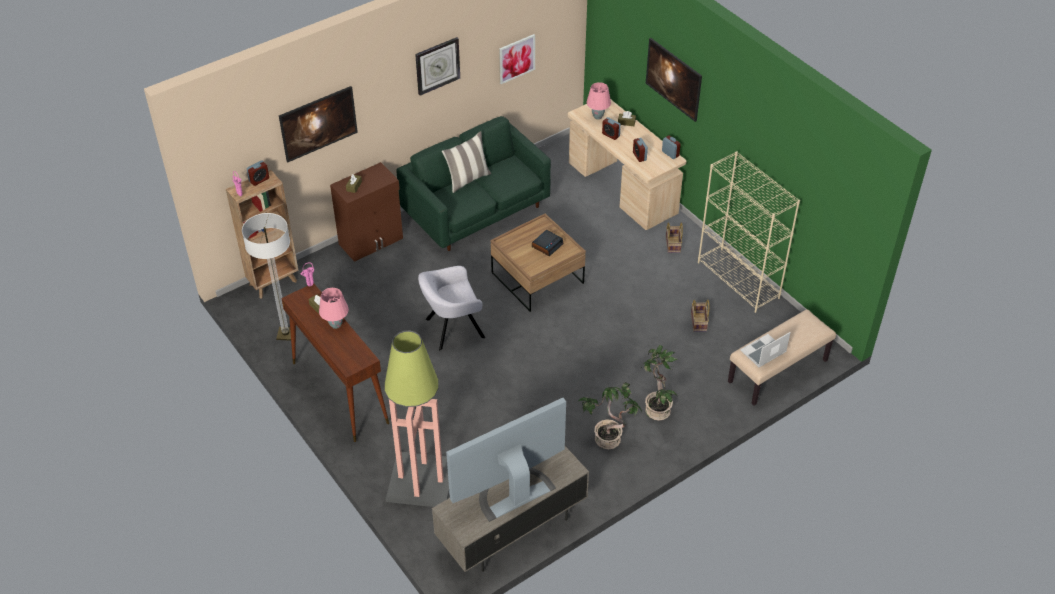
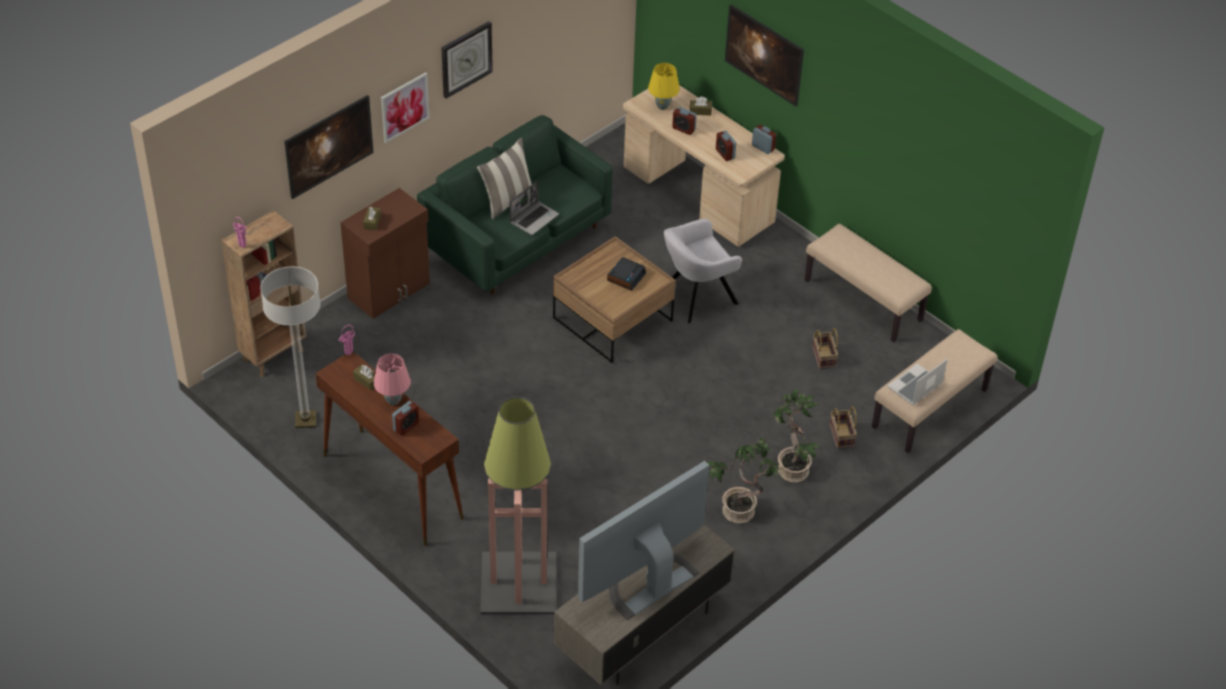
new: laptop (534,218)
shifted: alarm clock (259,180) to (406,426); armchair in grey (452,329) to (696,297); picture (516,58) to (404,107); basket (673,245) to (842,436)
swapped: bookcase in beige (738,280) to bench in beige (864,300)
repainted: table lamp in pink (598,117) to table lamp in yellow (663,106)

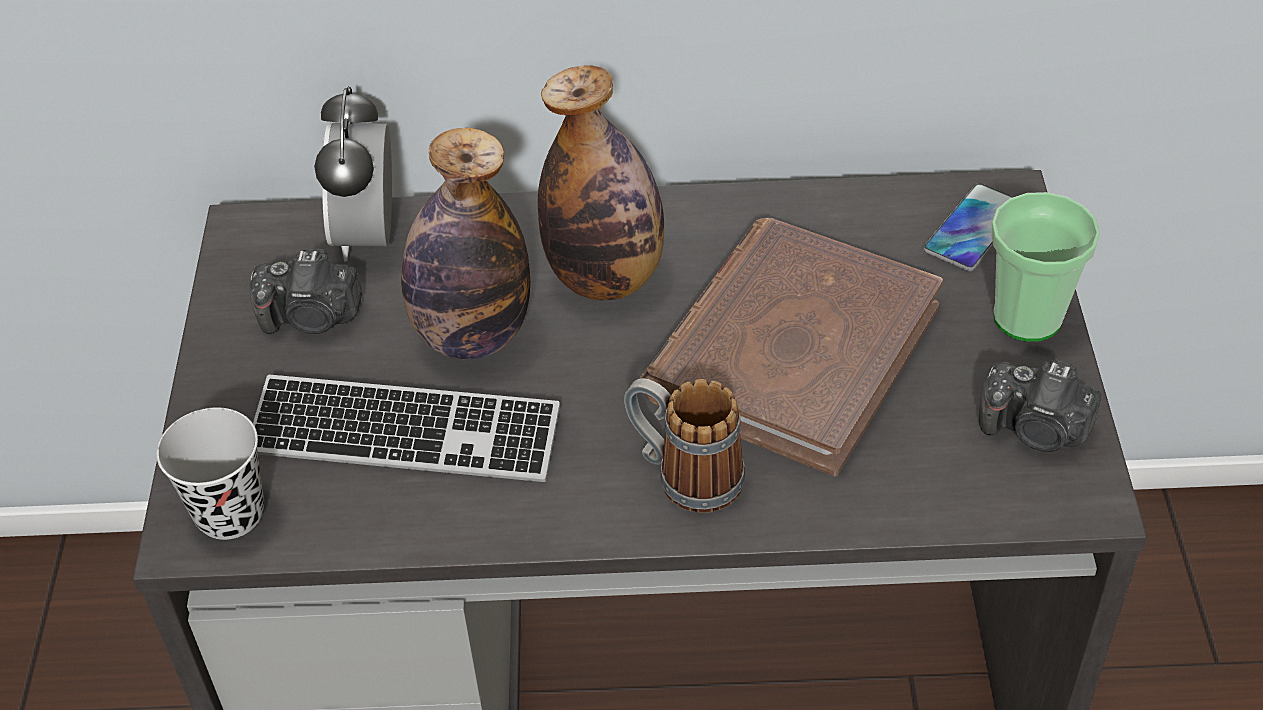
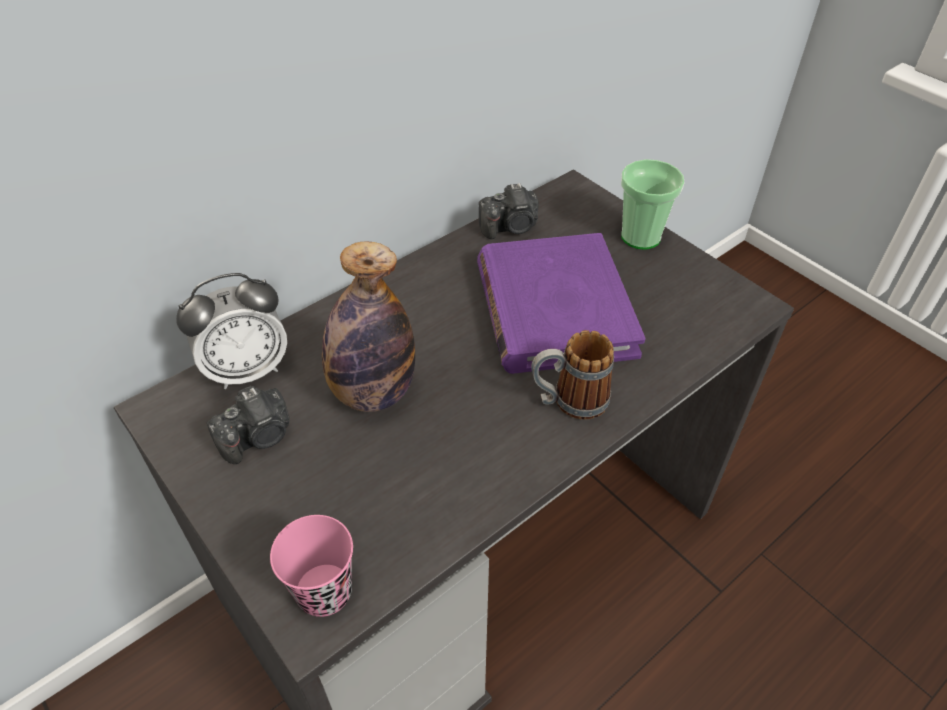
gone: keyboard (404,434); bottle (606,277); phone (973,229)
shifted: photo camera (1035,429) to (511,227)
repainted: cup in black (230,513) to cup in pink (324,592); book in brown (792,351) to book in purple (554,308)
rotated: alarm clock (368,235) = (247,370) 75 degrees counterclockwise

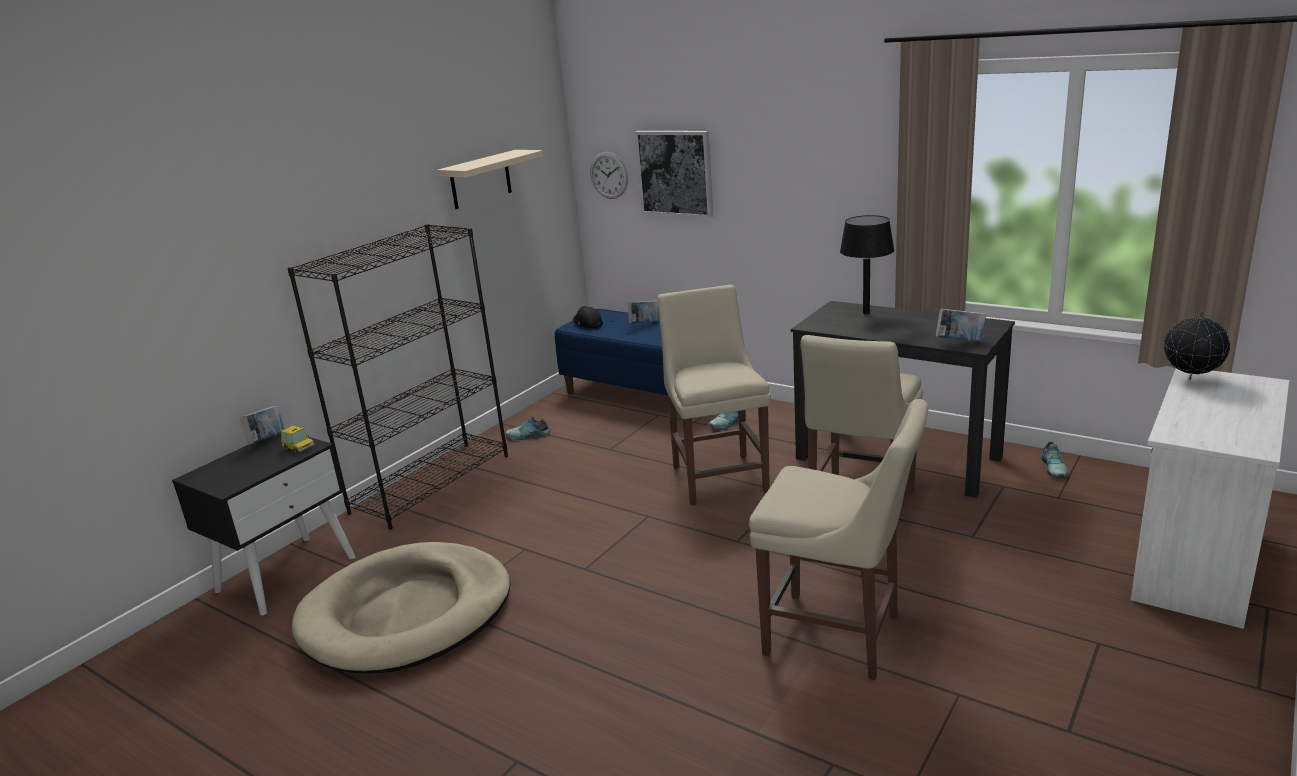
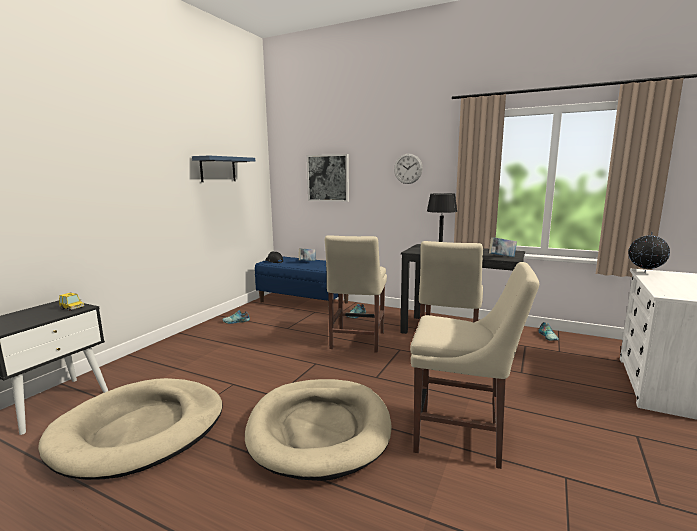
gone: book (267,440); bookcase in black (432,483)
new: dog bed in beige (319,429)
shifted: wall clock (609,175) to (408,168)
repainted: shelf in beige (480,180) to shelf in blue (218,169)
rotated: chair in beige (718,476) = (356,341) 150 degrees counterclockwise

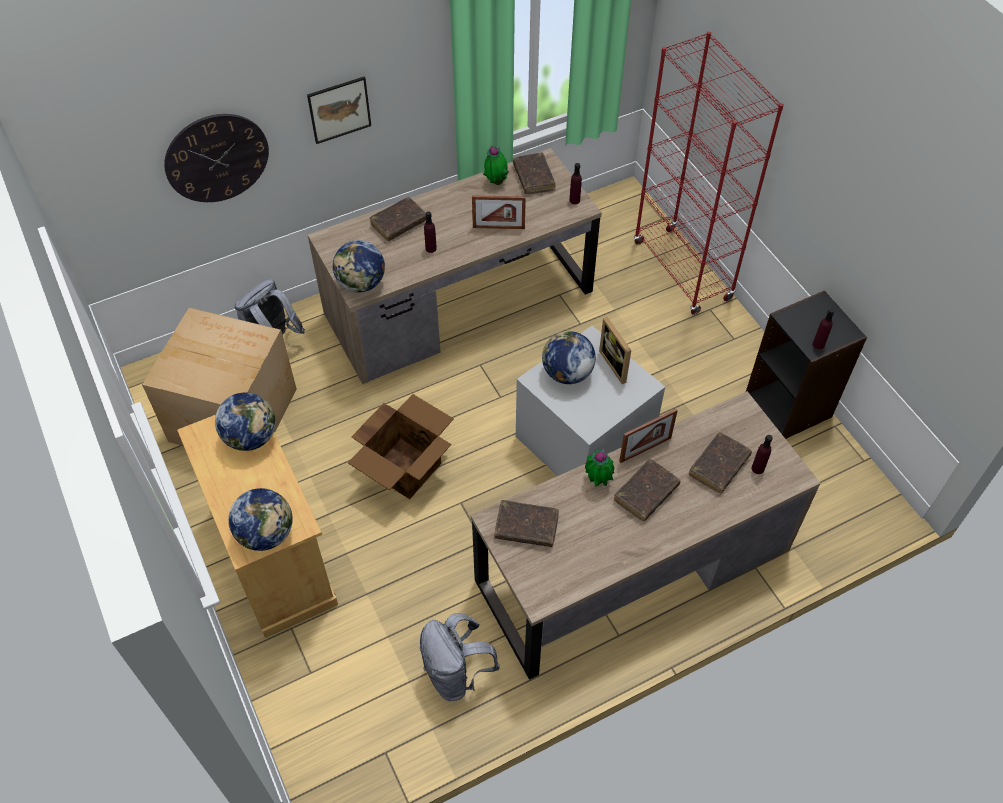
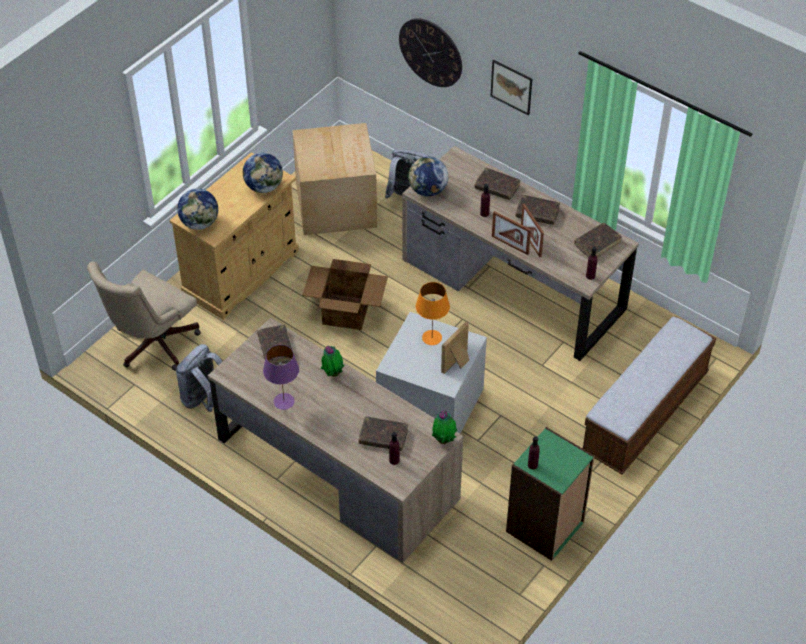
new: office chair in beige (151,345); table lamp in purple (284,401)
shifted: potted plant (496,182) to (444,440); book in brown (646,494) to (537,213); picture frame (645,449) to (510,245)
swapped: globe (567,373) to table lamp in orange (431,337); bookcase in red (682,271) to bench (644,413)
repainted: bookcase in black (789,405) to bookcase in green (545,527)

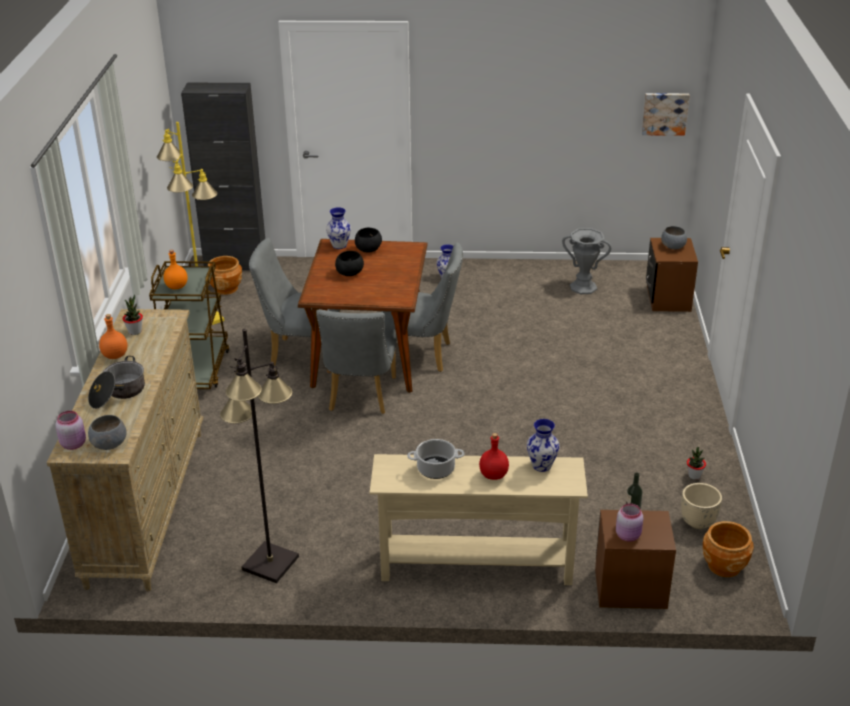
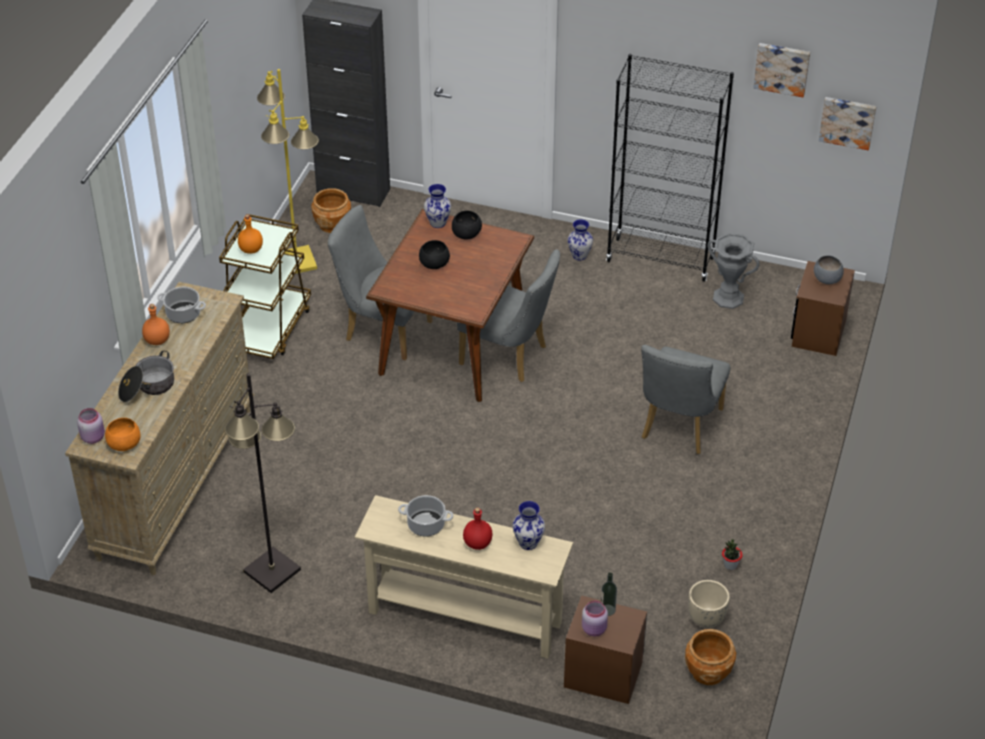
new: bookcase in black (661,259); picture (782,68)
shifted: chair in grey (360,397) to (678,428)
swapped: potted plant (135,331) to cooking pot (184,314)
repainted: bowl in grey (109,444) to bowl in orange (124,444)

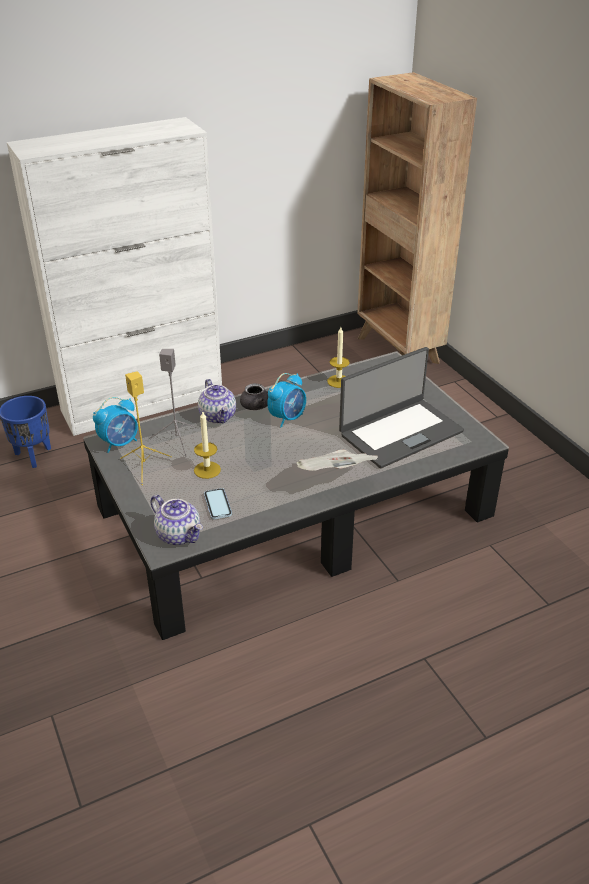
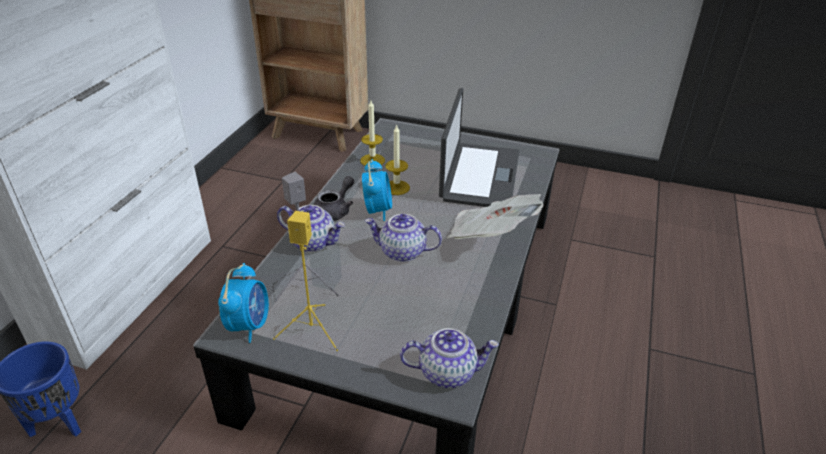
gone: phone (217,505)
new: teapot (402,252)
shifted: candle (207,470) to (396,187)

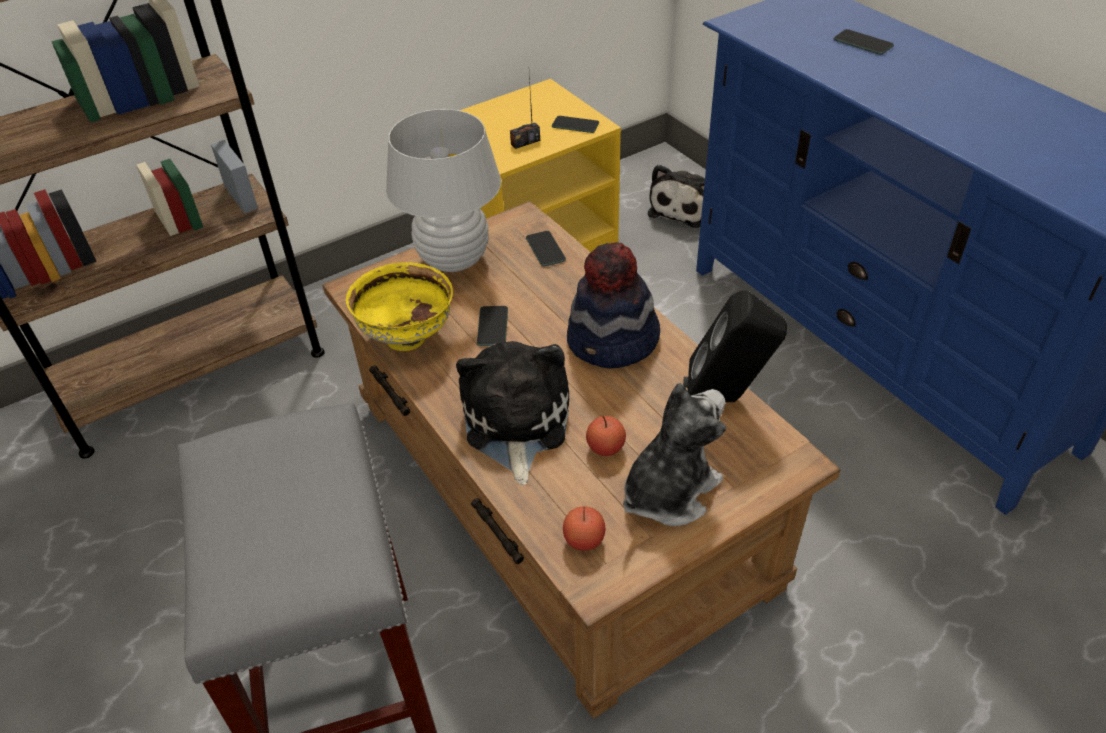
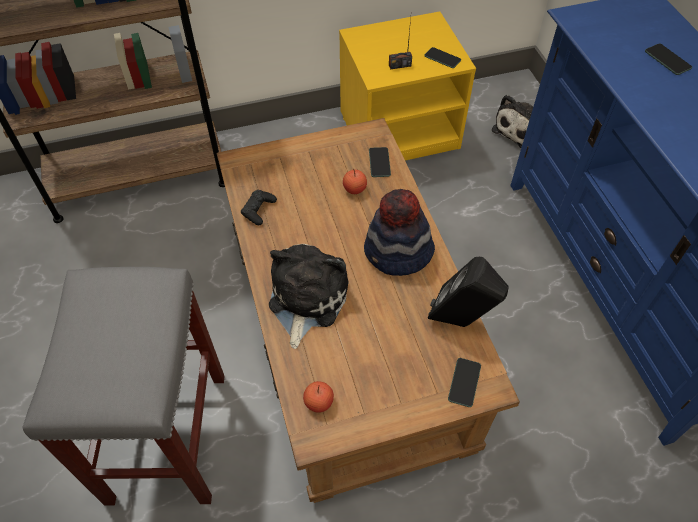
gone: table lamp in white (453,260); plush toy (669,491)
shifted: phone (492,326) to (464,382); apple (605,447) to (354,189)
swapped: bowl in yellow (407,336) to game controller in black (258,210)

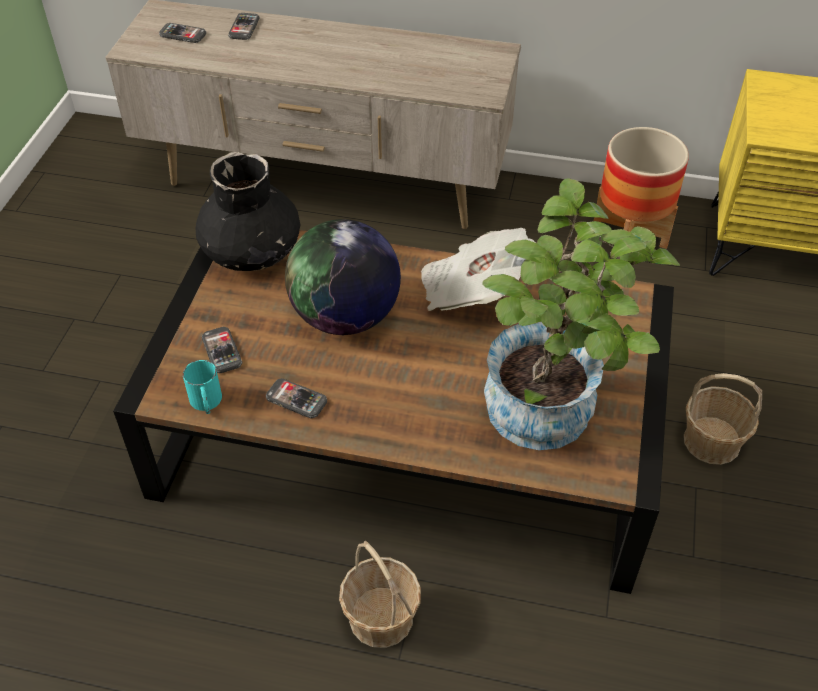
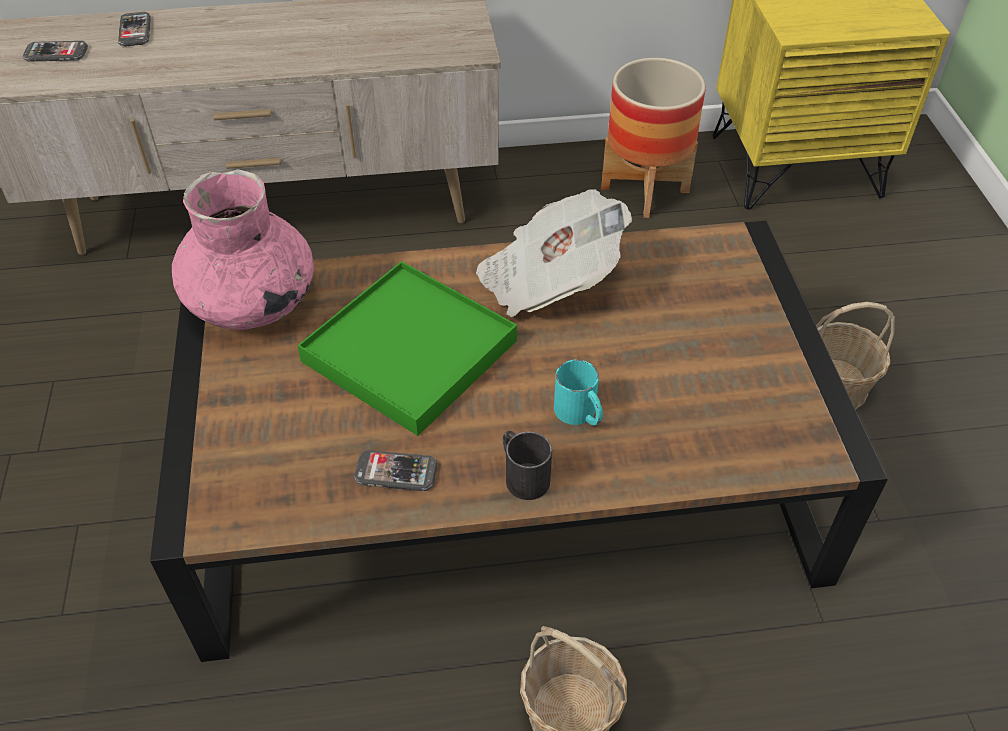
gone: phone (222,351); potted plant (552,417)
new: mug in black (522,474)
shifted: mug in turquoise (206,403) to (580,414)
swapped: globe (345,317) to tray in green (410,352)
repainted: vase in black (251,251) to vase in pink (251,301)

